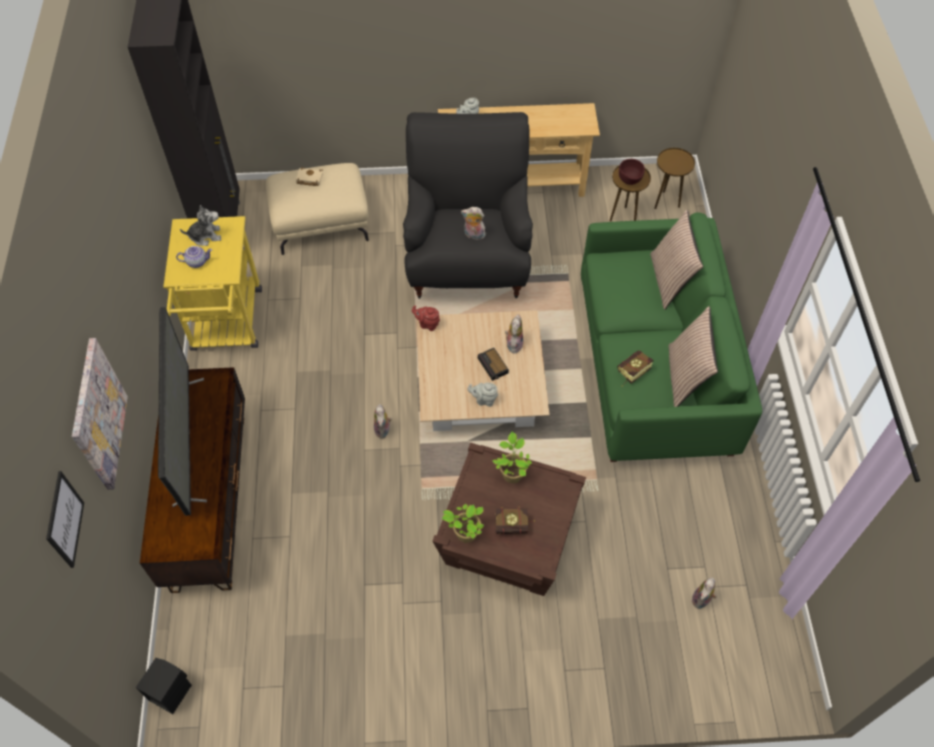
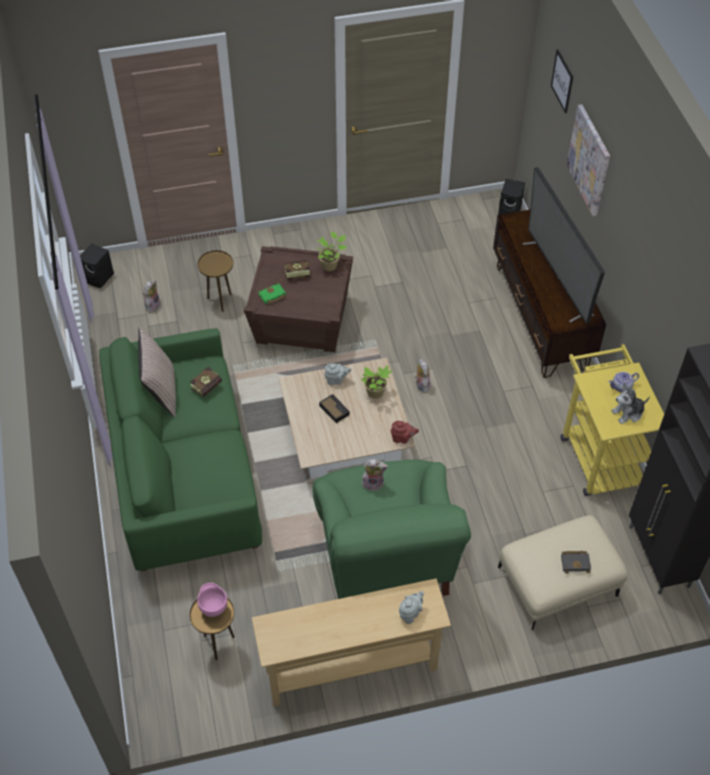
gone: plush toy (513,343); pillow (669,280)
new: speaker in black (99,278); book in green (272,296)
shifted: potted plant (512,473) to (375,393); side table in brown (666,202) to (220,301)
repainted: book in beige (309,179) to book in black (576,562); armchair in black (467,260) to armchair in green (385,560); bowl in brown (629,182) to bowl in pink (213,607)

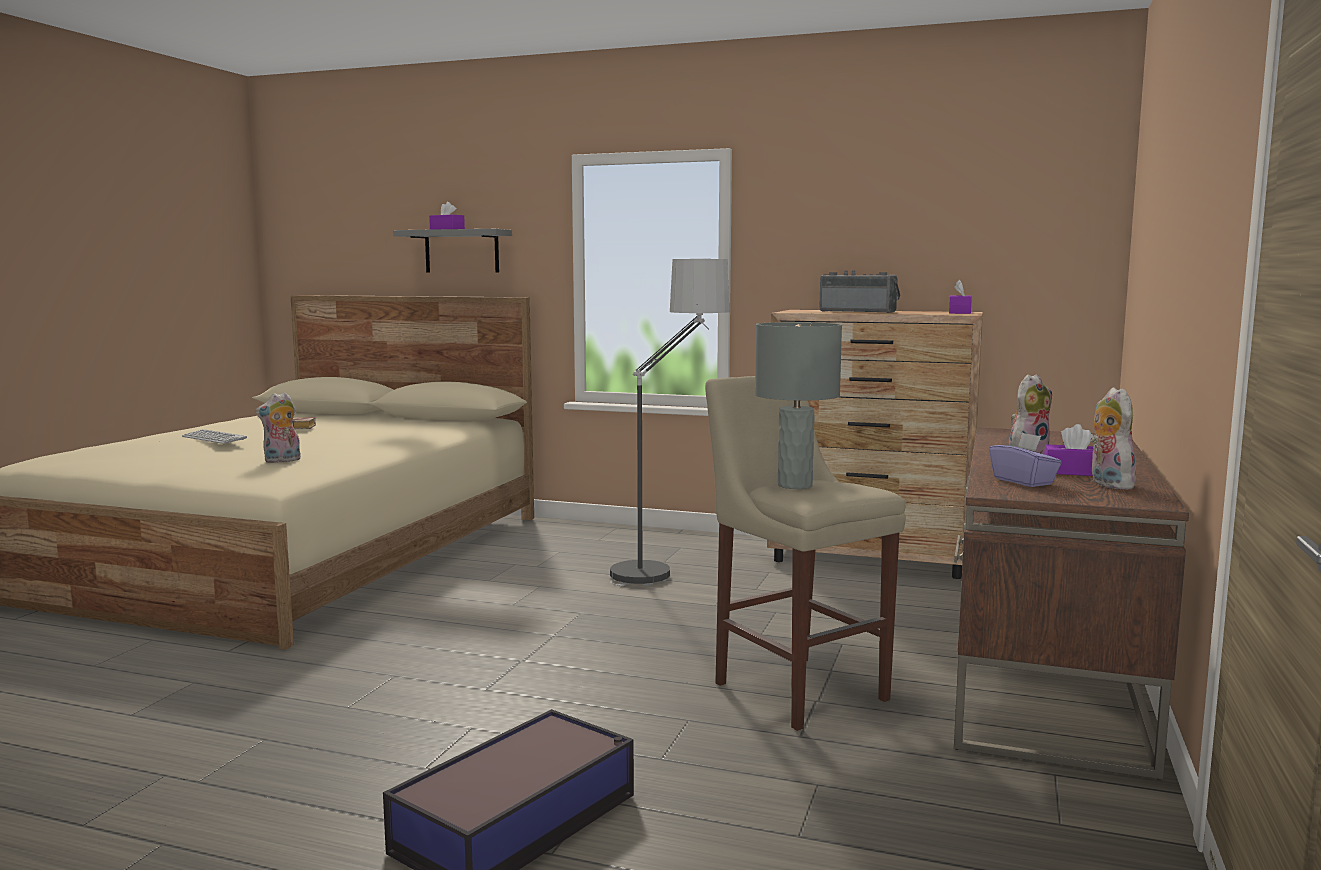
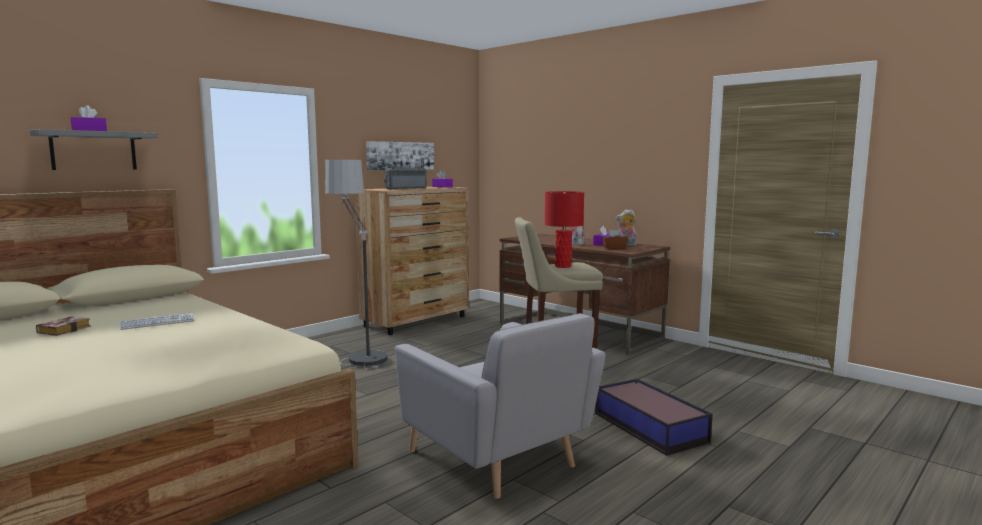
gone: plush toy (282,461)
new: picture (400,156); armchair in grey (499,458)
shifted: keyboard (214,438) to (157,322)
repainted: table lamp in grey (794,485) to table lamp in red (562,266); tissue box in purple (1023,481) to tissue box in brown (614,248)

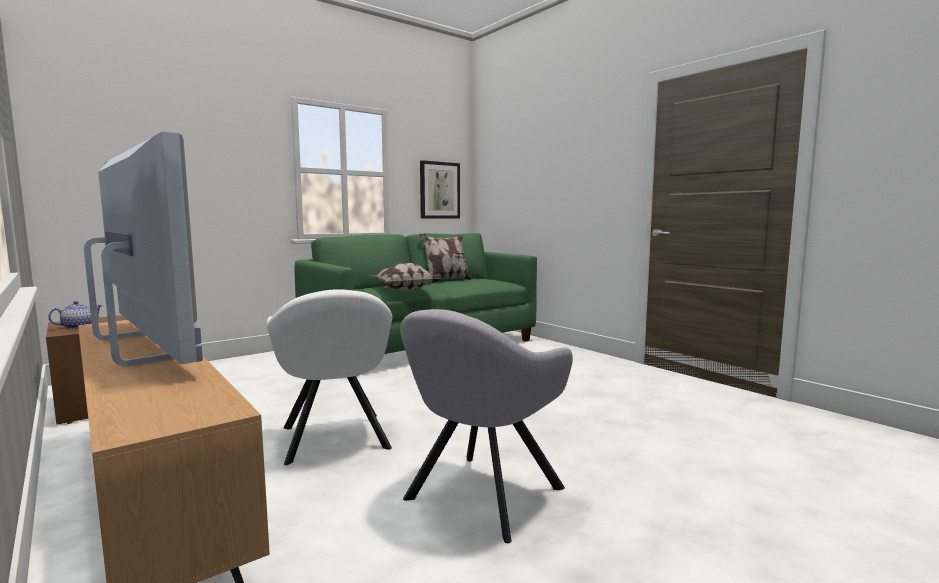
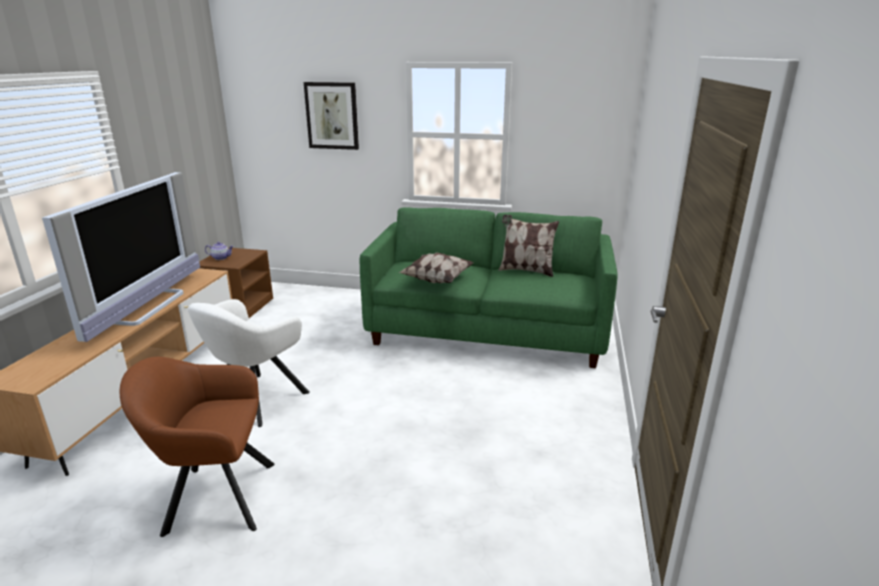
shifted: picture (439,190) to (332,116)
repainted: armchair in grey (479,497) to armchair in brown (214,497)

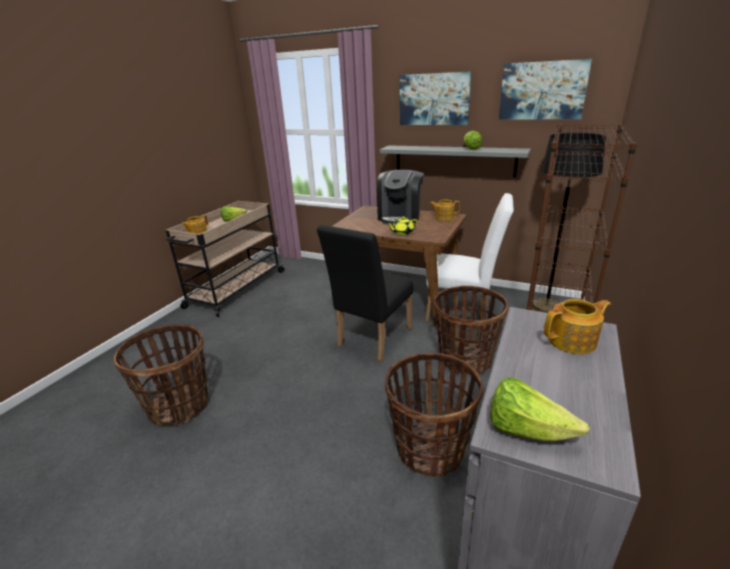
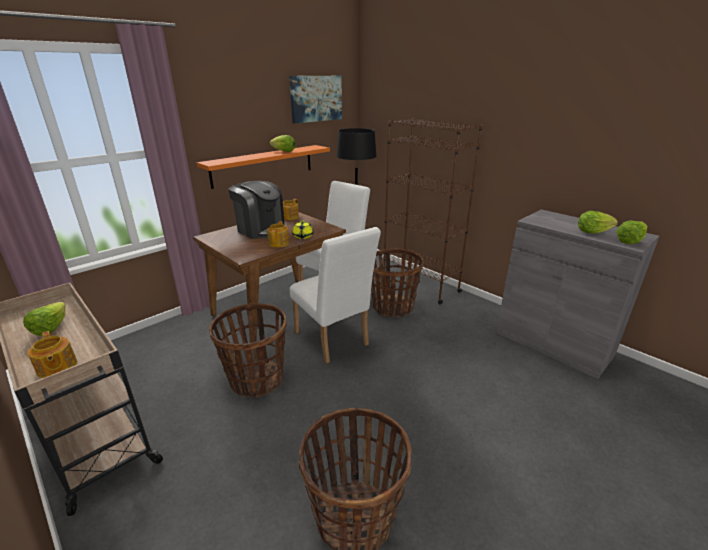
gone: picture (434,99)
new: lettuce (592,232)
shifted: basket (430,449) to (256,380); teapot (573,341) to (279,243)
repainted: chair in black (371,340) to chair in white (333,341); shelf in grey (454,160) to shelf in orange (263,165)

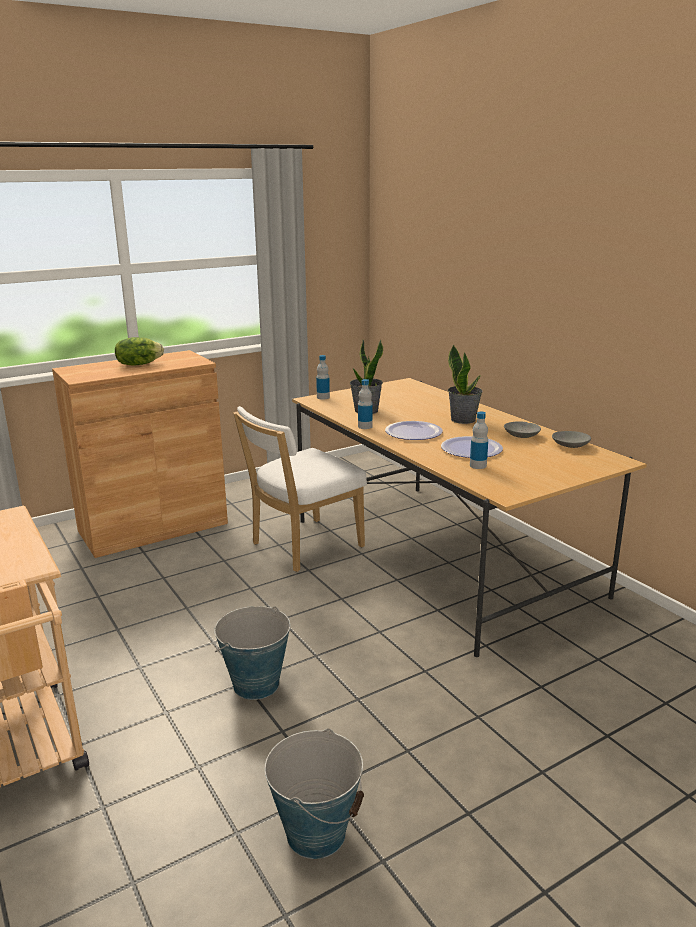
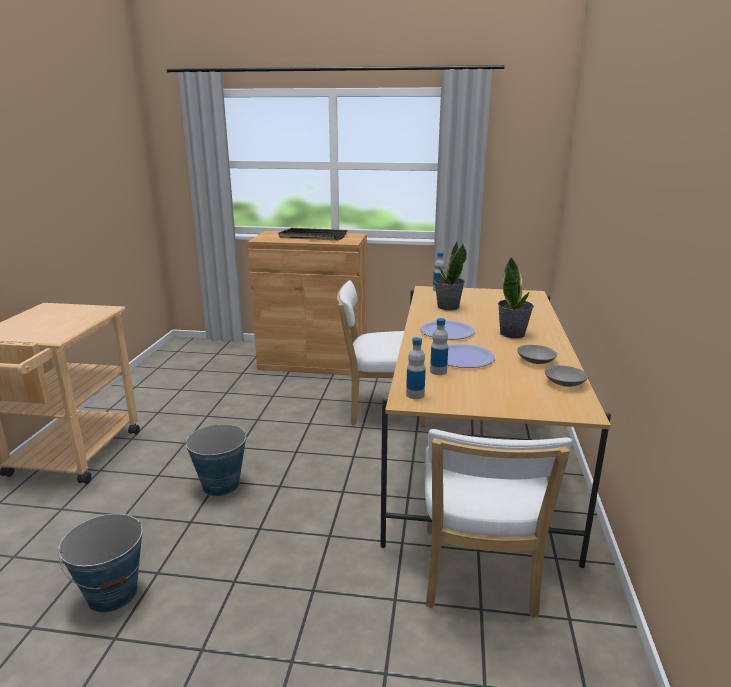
new: chair in white (478,576)
shifted: bottle (365,426) to (415,395)
swapped: lettuce (139,364) to tray in black (312,237)

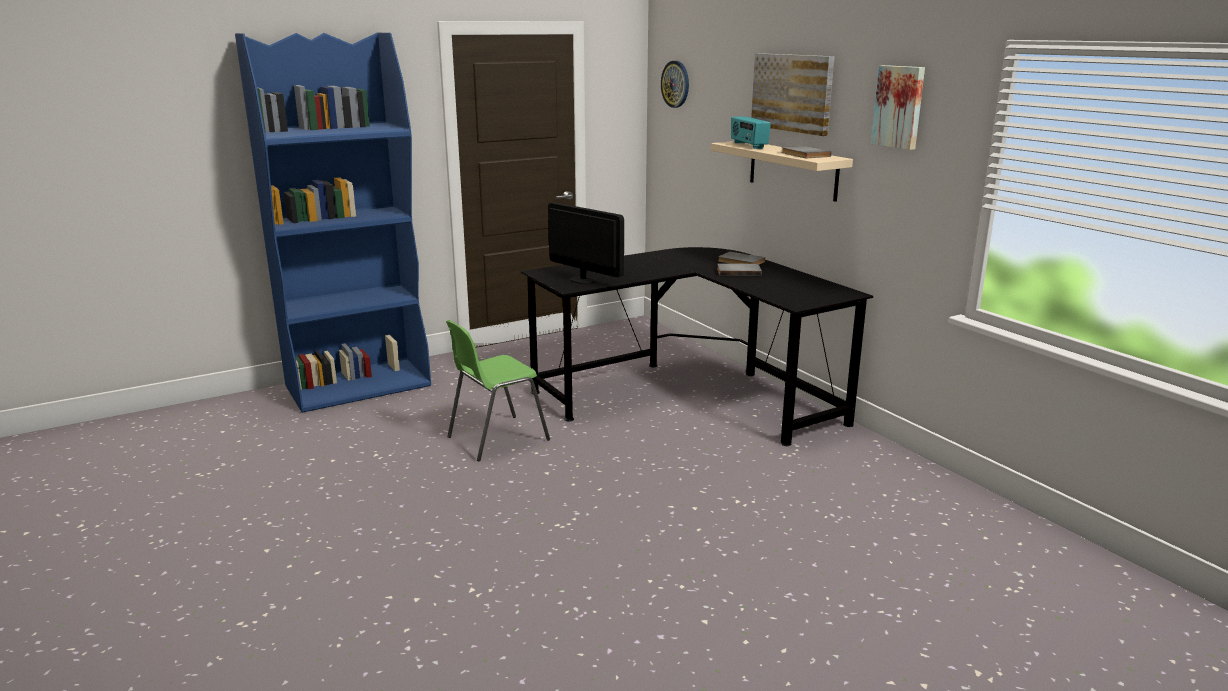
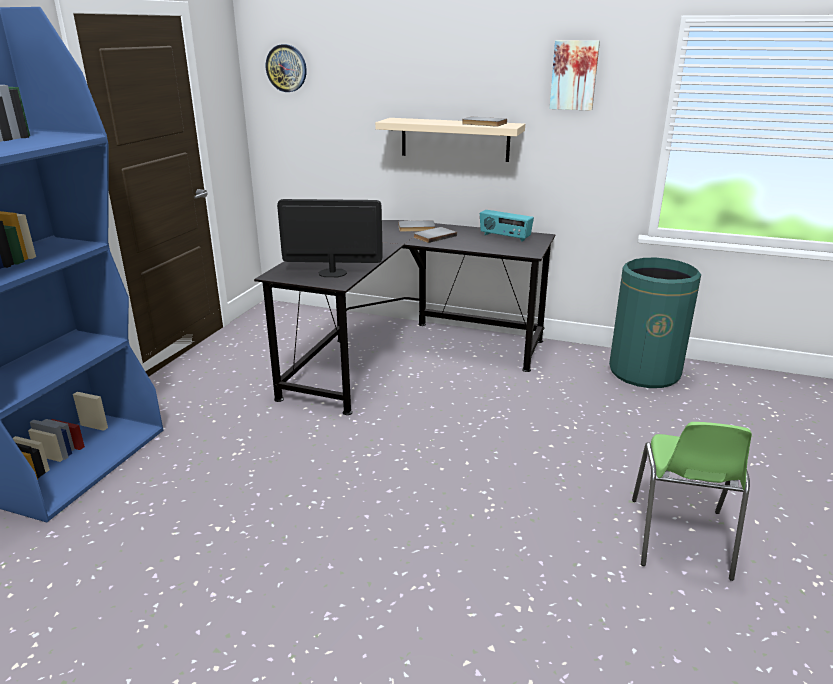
gone: picture (792,93)
new: trash can in green (644,372)
shifted: chair in green (496,438) to (679,538); radio (748,145) to (504,237)

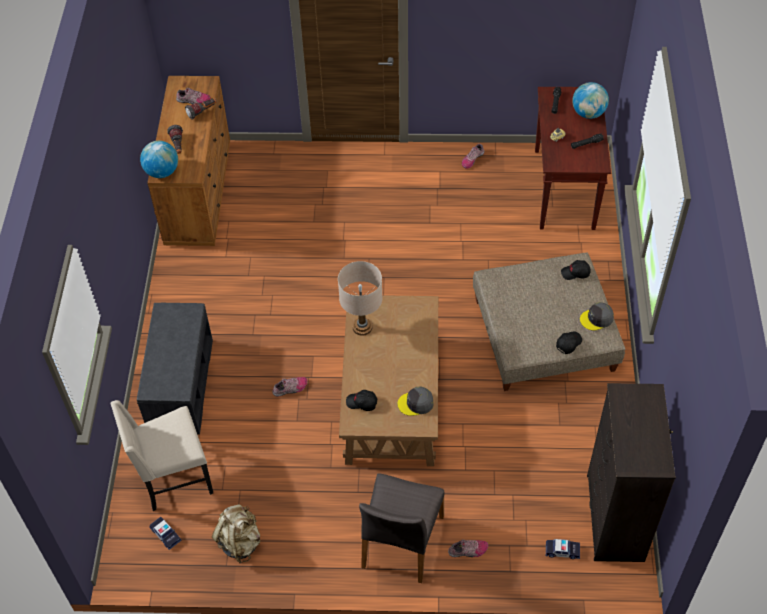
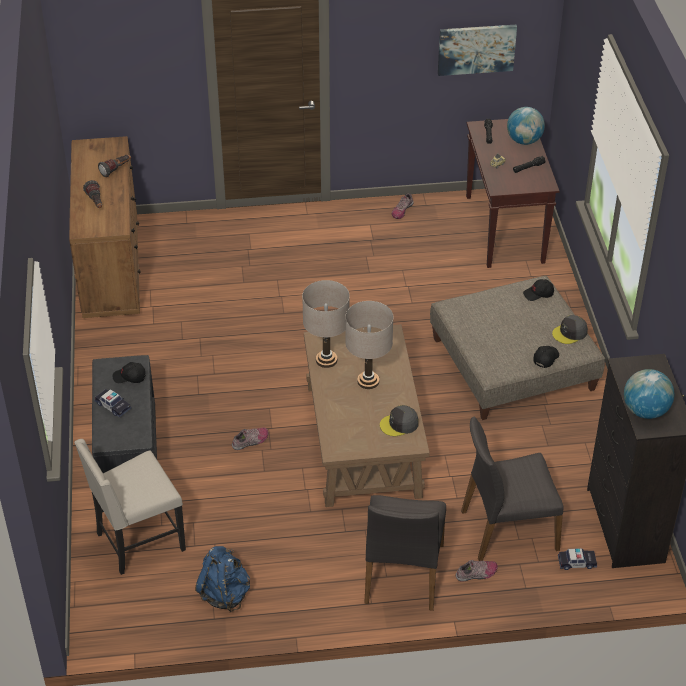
gone: shoe (193,100)
new: table lamp in beige (368,381); picture (476,49); chair in grey (507,529)
shifted: globe (162,172) to (645,411); toy car (165,534) to (113,406); cap in black (362,403) to (129,377)
repainted: backpack in beige (240,542) to backpack in blue (225,594)

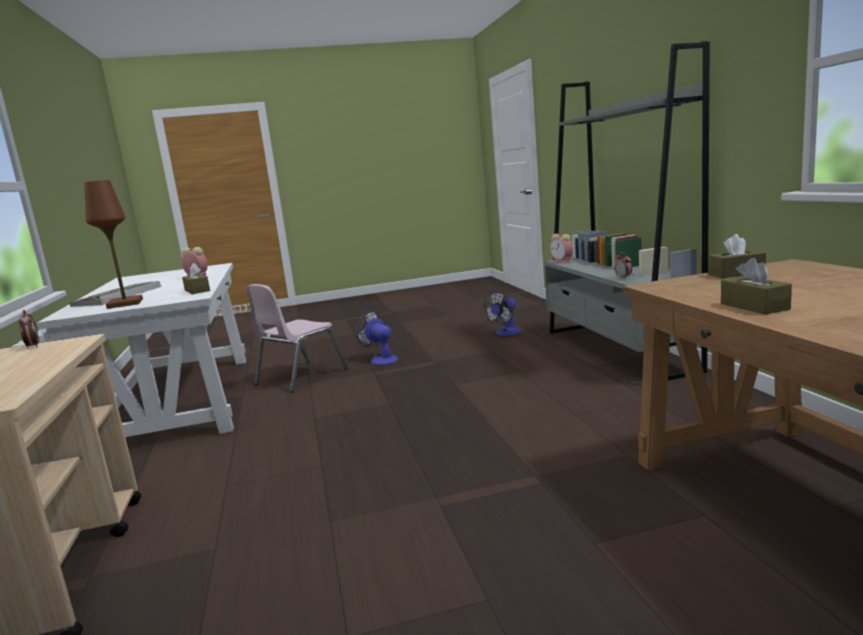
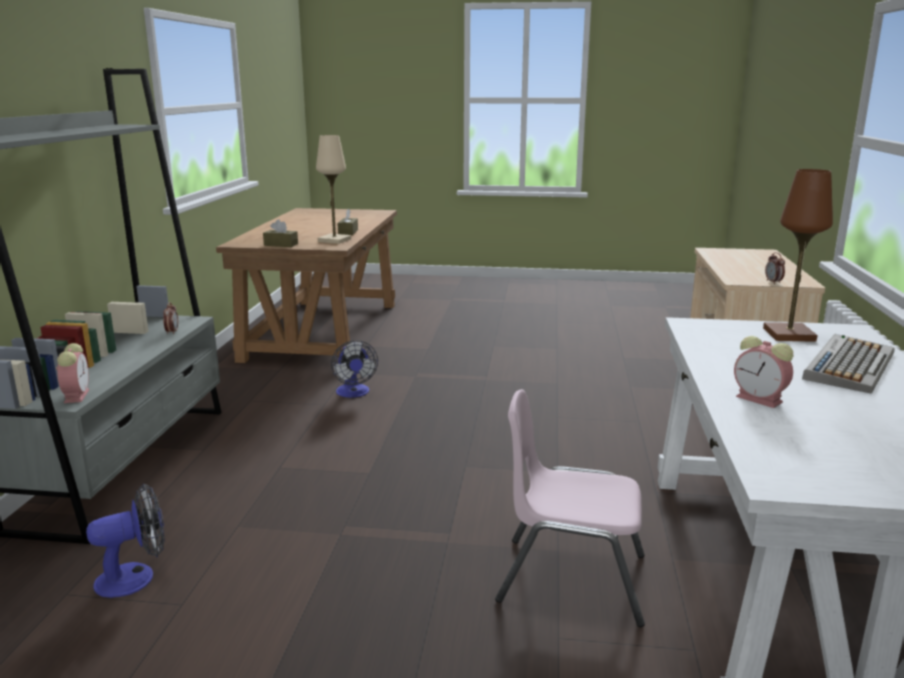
gone: tissue box in brown (197,290)
new: table lamp in beige (334,240)
shifted: fan (381,359) to (354,393)
rotated: chair in pink (300,376) = (571,578) 135 degrees counterclockwise

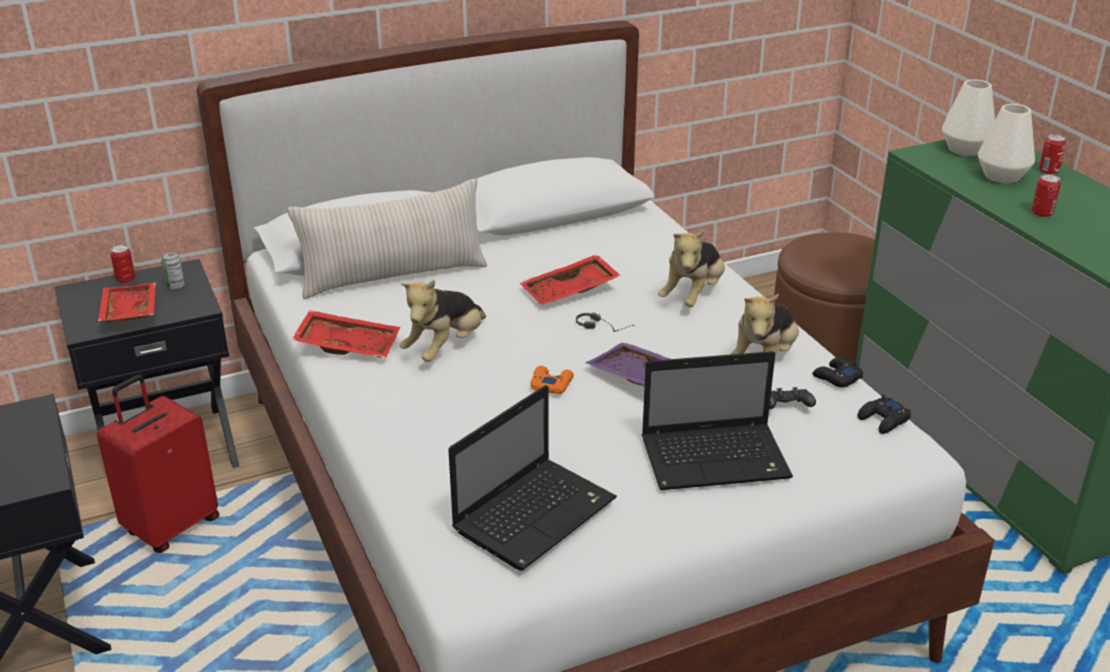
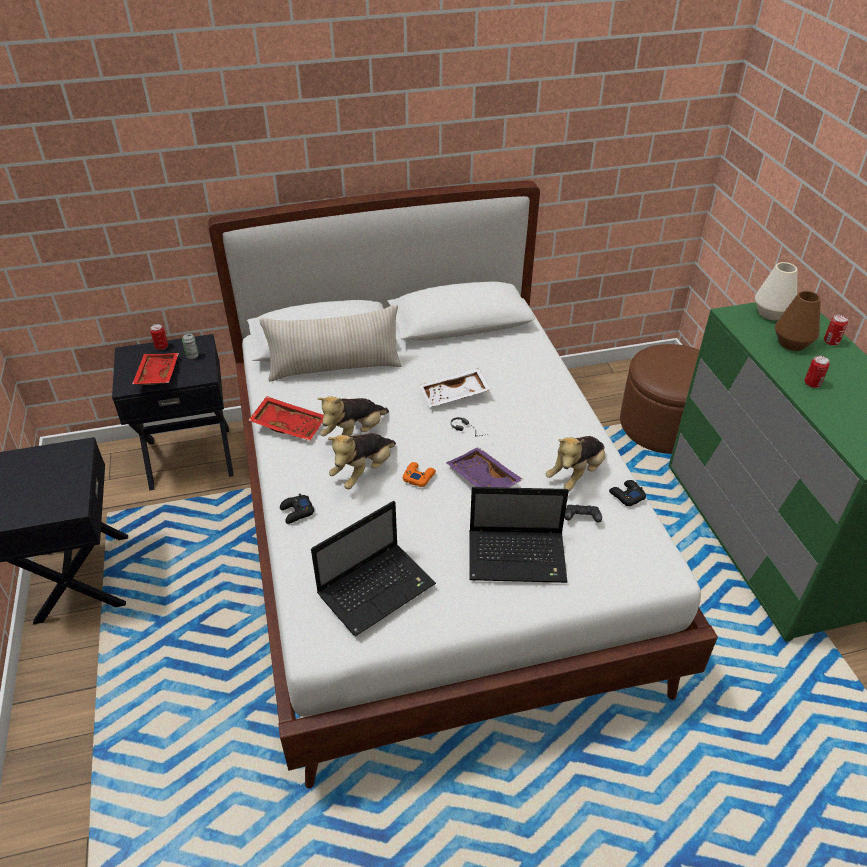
gone: suitcase in red (171,526)
shifted: plush toy (693,295) to (364,472); game controller in black (883,420) to (297,512)
repainted: tray in red (570,292) to tray in white (454,395); vase in white (1002,176) to vase in brown (792,343)

